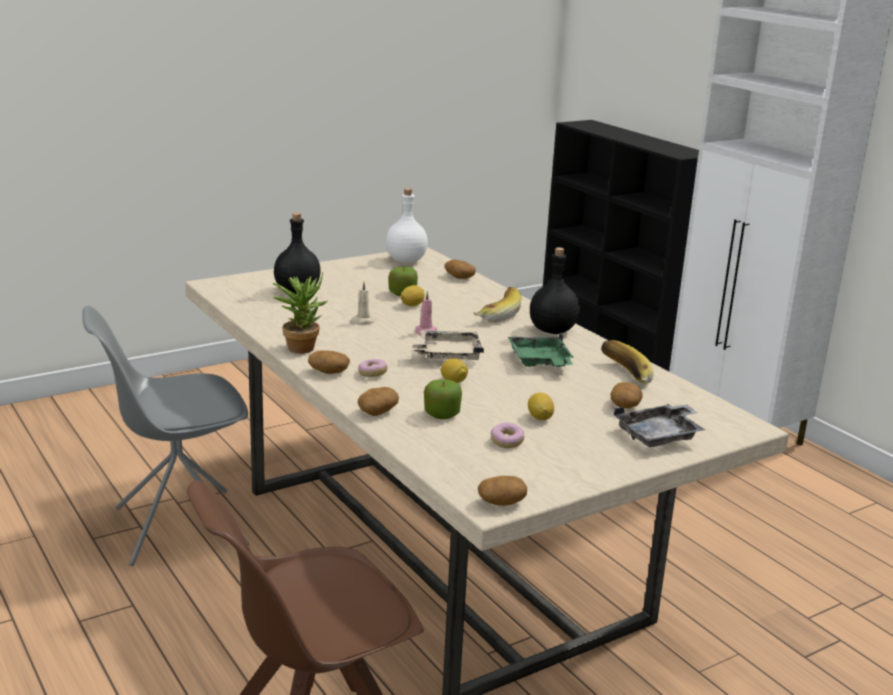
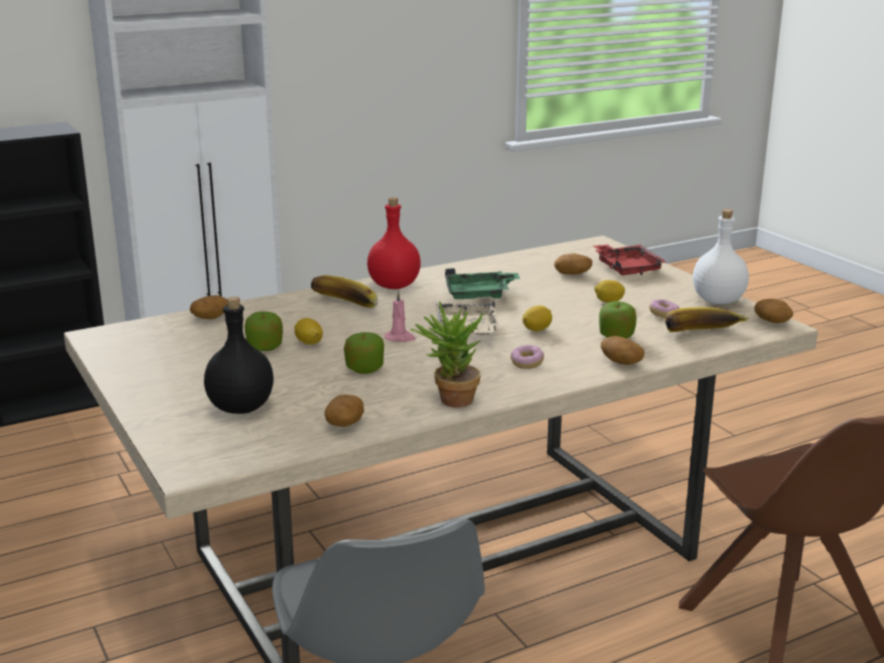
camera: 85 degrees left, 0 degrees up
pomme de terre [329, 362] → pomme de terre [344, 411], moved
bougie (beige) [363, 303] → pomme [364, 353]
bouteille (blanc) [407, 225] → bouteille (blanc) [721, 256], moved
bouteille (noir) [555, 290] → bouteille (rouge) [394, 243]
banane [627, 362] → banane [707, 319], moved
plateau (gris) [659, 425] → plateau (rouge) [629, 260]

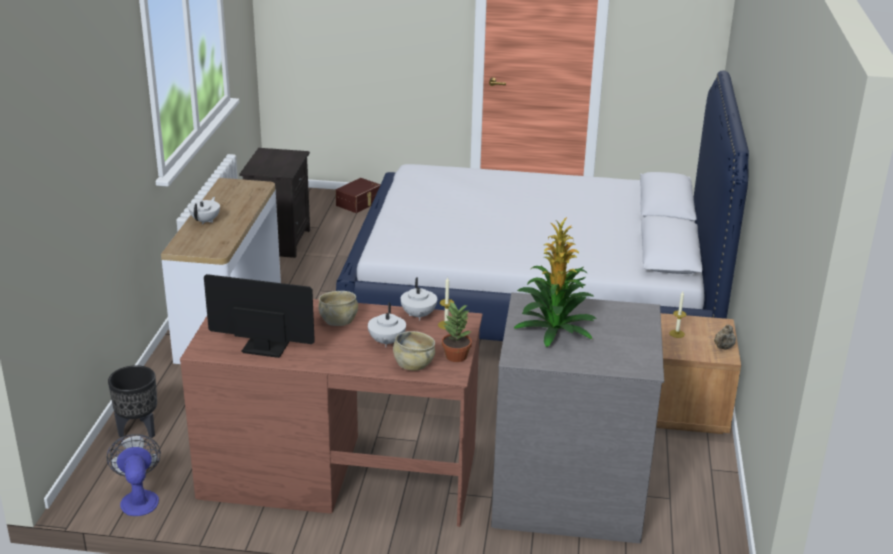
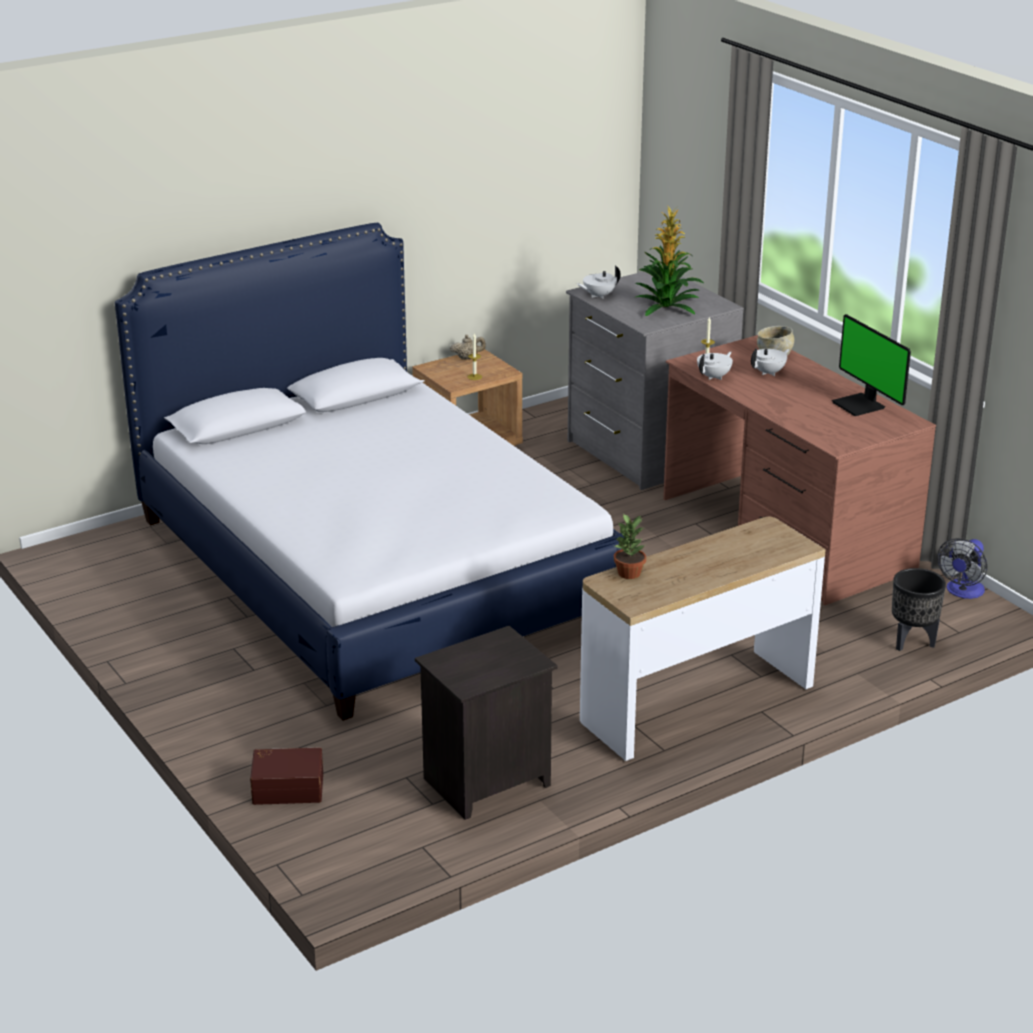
camera: 130 degrees left, 0 degrees up
théière (blanc) [204, 210] → théière (blanc) [599, 282], moved
bol (beige) [338, 308] → -
plante en pot [457, 332] → plante en pot [630, 546], moved

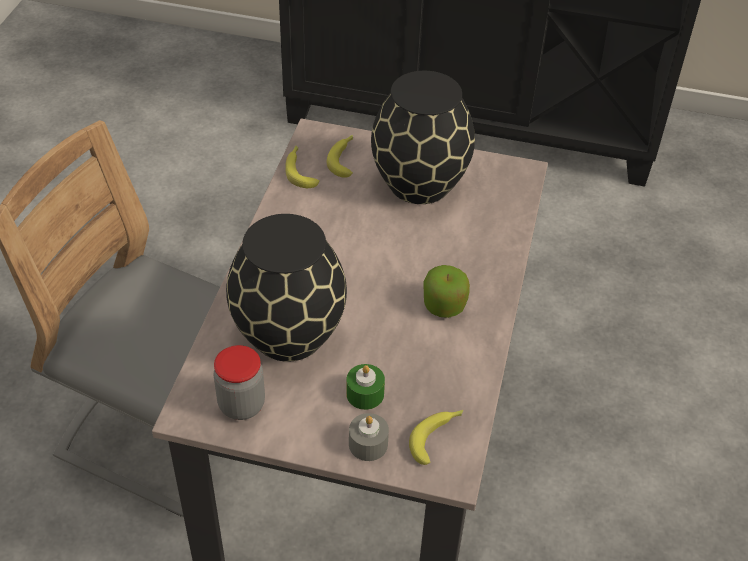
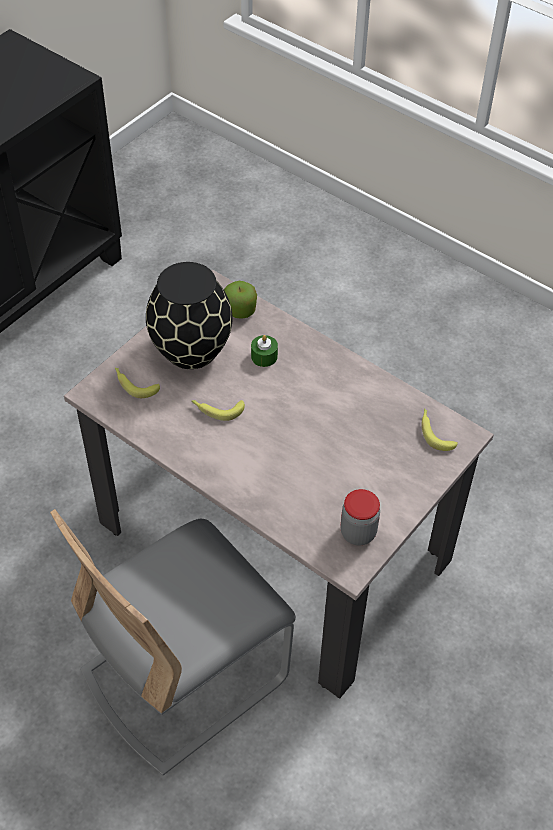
camera: 65 degrees left, 5 degrees up
vase (noir) [286, 288] → -
banane [302, 166] → banane [218, 410], moved
bougie (vert) [365, 387] → bougie (vert) [264, 351], moved
bougie (gris) [369, 437] → -
pomme [447, 291] → pomme [240, 300], moved

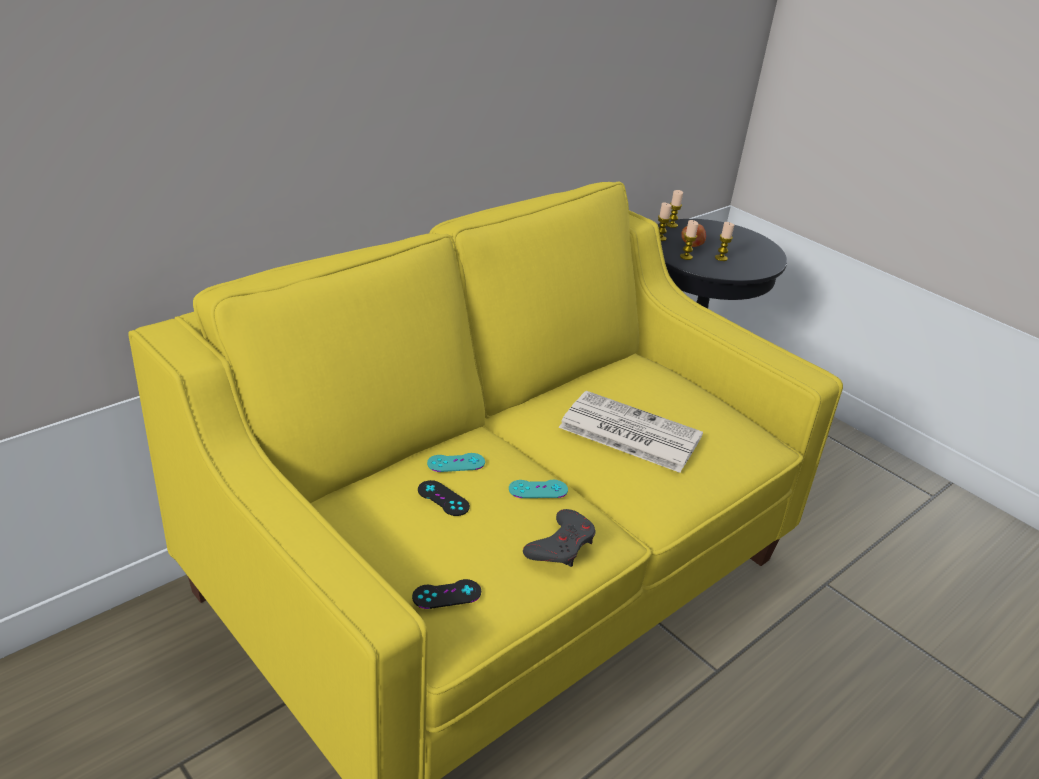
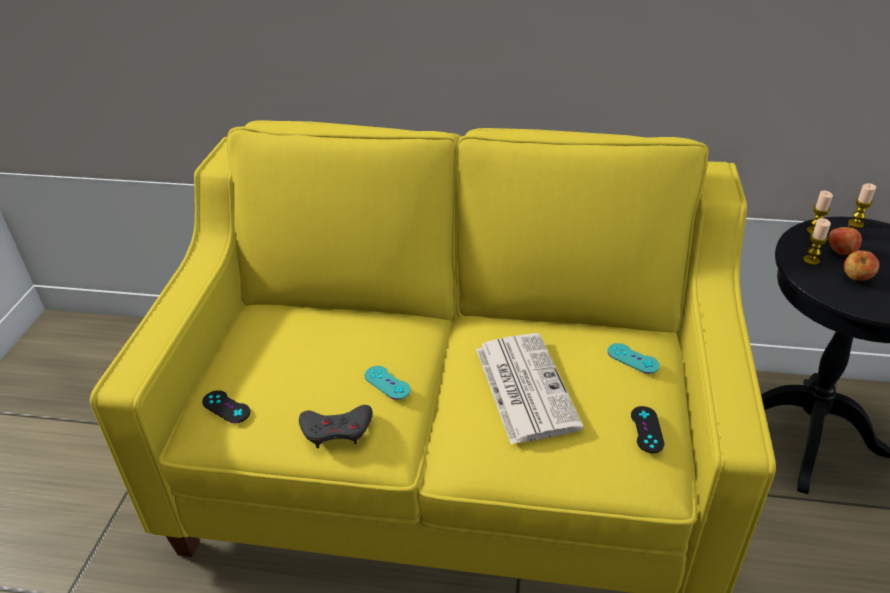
camera: 55 degrees right, 5 degrees up
manette (noir) [444, 498] → manette (noir) [648, 429], moved
manette (turquoise) [456, 462] → manette (turquoise) [633, 358], moved
bougie [724, 241] → pomme [861, 265]

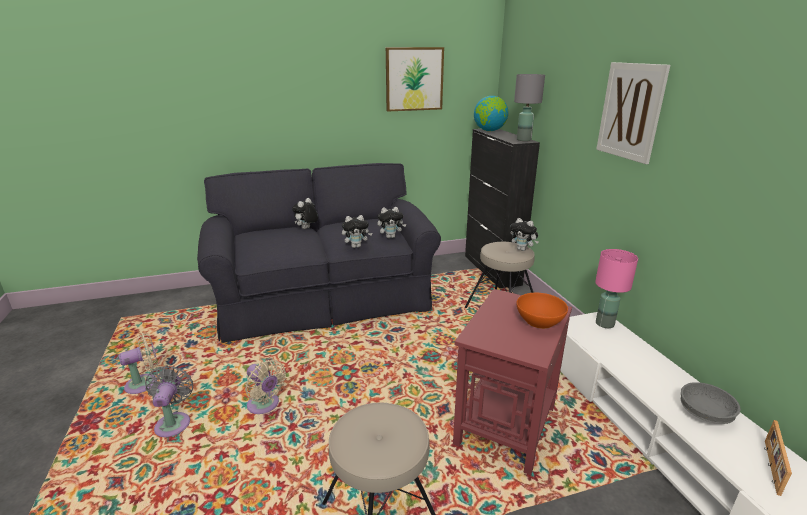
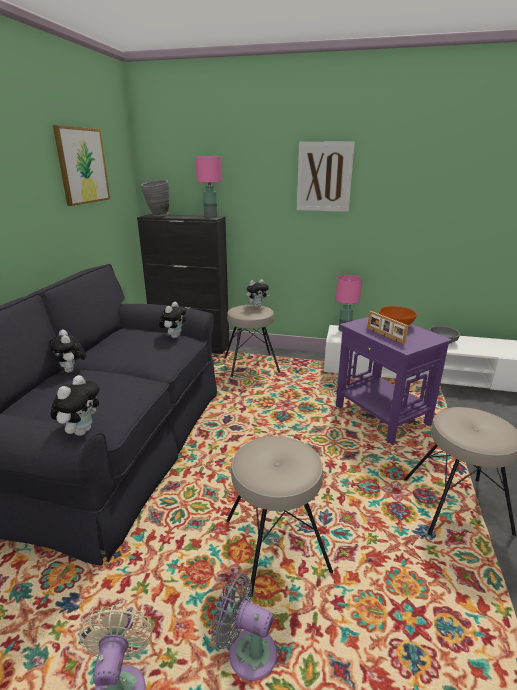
camera: 60 degrees left, 0 degrees up
ventilateur (beige) [265, 387] → tabouret (beige) [279, 516]
peluche [357, 231] → peluche [75, 405], moved
table d'appoint (rouge) [512, 382] → table d'appoint (violet) [394, 380]
globe [491, 113] → vase (gris) [155, 198]
lampe de table (gris) [529, 107] → lampe de table (rose) [208, 187]
cadre photo [778, 458] → cadre photo [387, 327], moved

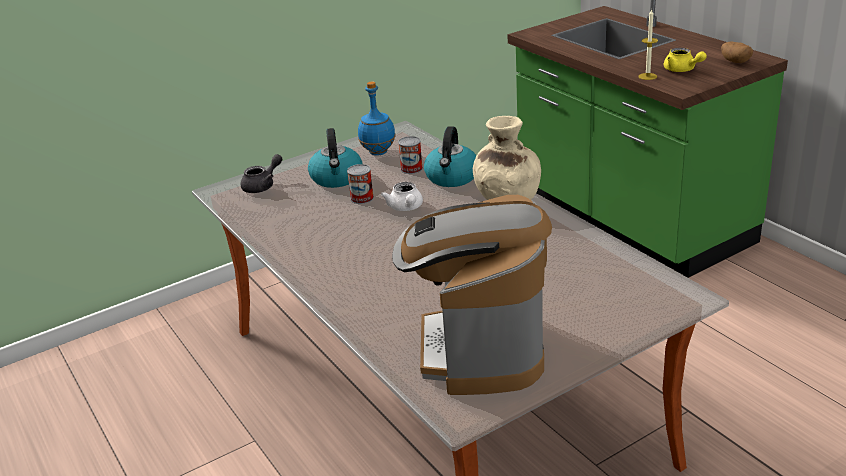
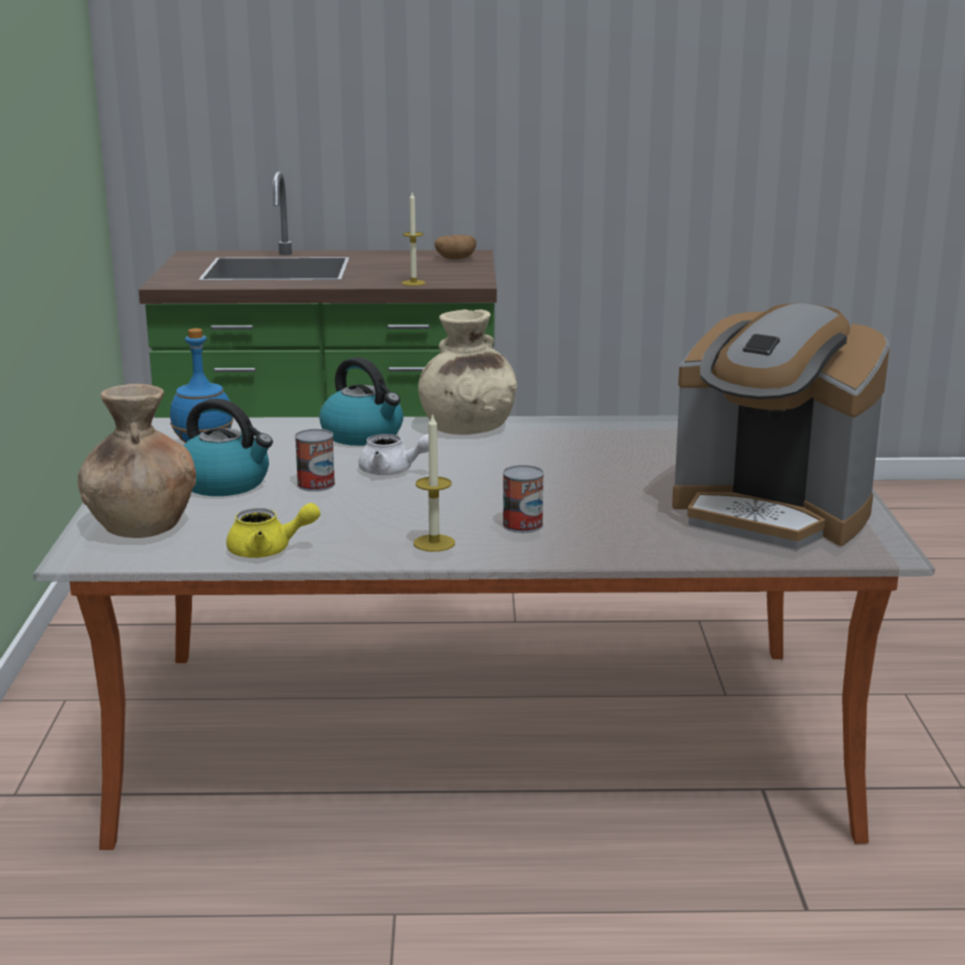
camera: 60 degrees left, 10 degrees down
théière (gris) [261, 173] → vase (marron) [137, 461]
boîte métallique [410, 155] → boîte métallique [523, 499], moved
théière (jaune) [685, 60] → théière (jaune) [273, 530], moved
- → bougie [434, 482]

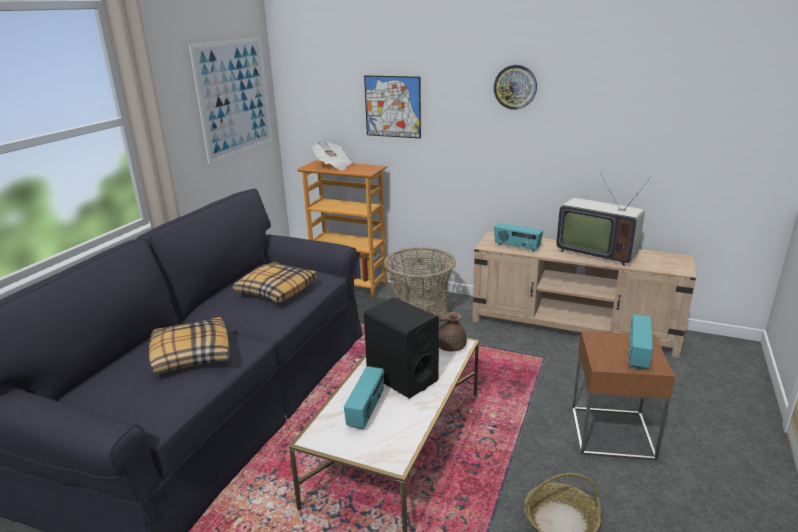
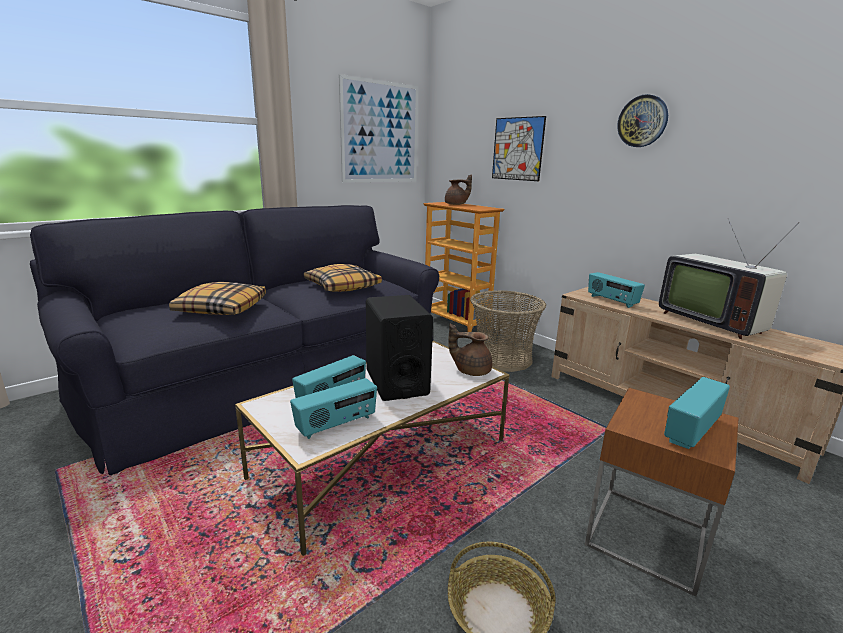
camera: 25 degrees right, 5 degrees down
journal [332, 155] → théière (marron) [458, 190]
- → radio [333, 408]

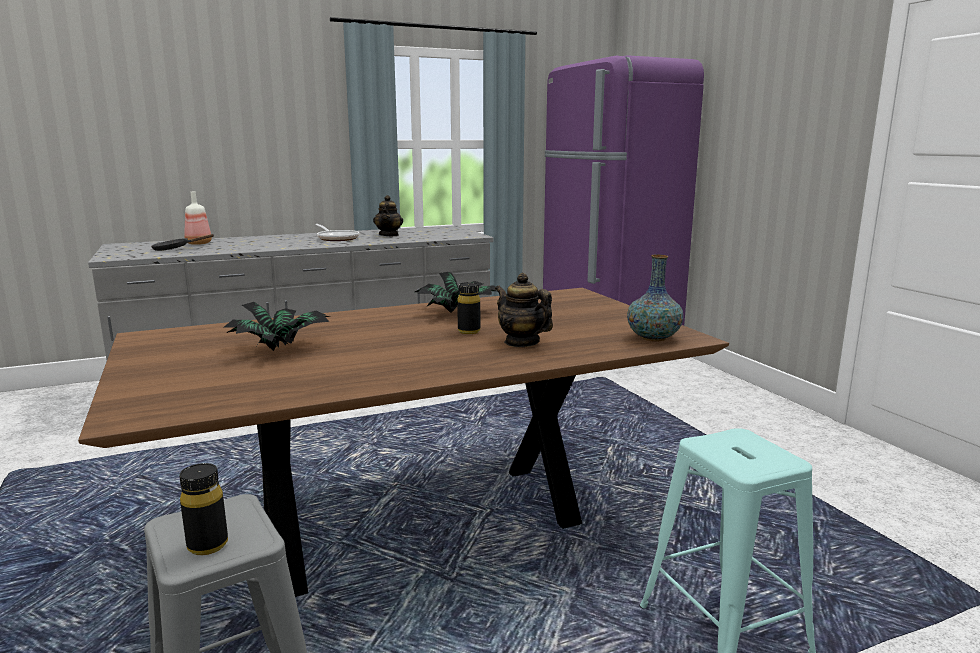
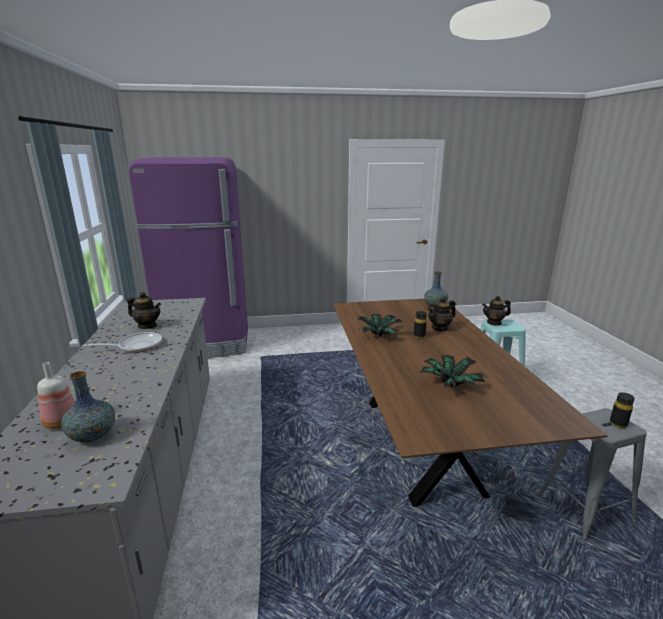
camera: 75 degrees left, 5 degrees up
poêle (noir) [183, 242] → vase [88, 406]
- → théière [496, 311]

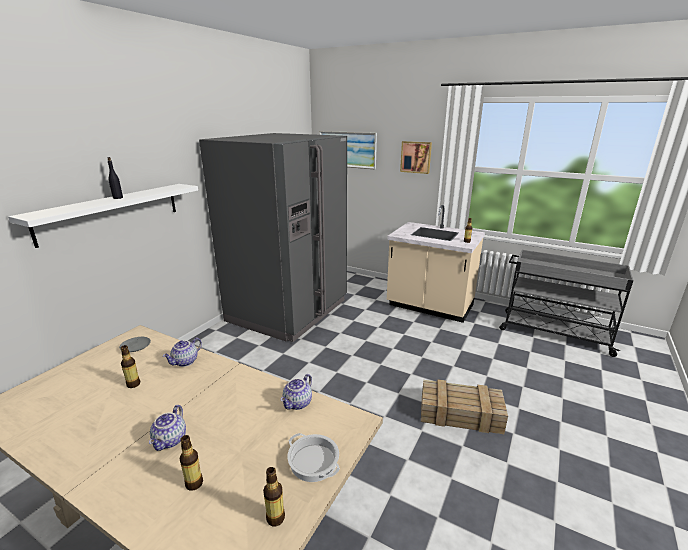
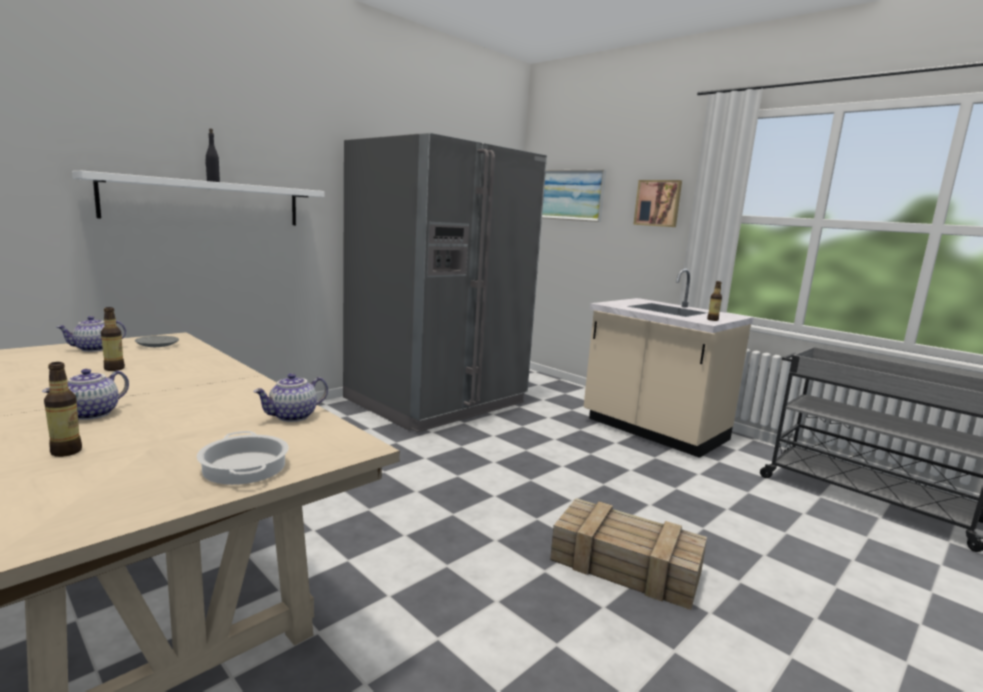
camera: 15 degrees right, 10 degrees down
théière [182, 352] → théière [91, 334], moved
bouteille [274, 496] → -

